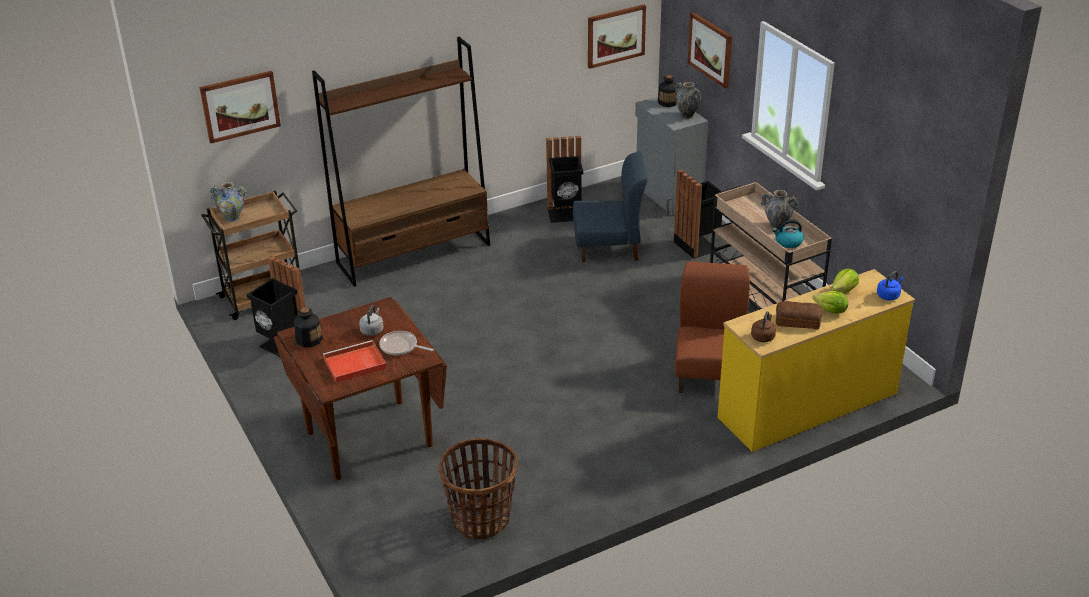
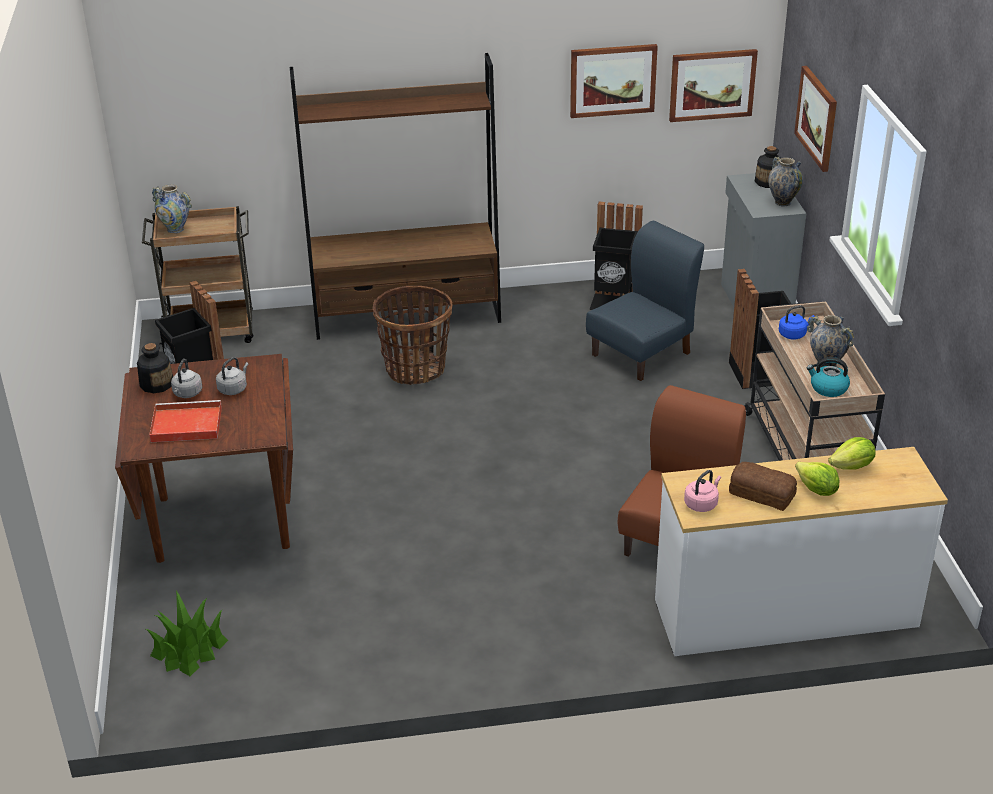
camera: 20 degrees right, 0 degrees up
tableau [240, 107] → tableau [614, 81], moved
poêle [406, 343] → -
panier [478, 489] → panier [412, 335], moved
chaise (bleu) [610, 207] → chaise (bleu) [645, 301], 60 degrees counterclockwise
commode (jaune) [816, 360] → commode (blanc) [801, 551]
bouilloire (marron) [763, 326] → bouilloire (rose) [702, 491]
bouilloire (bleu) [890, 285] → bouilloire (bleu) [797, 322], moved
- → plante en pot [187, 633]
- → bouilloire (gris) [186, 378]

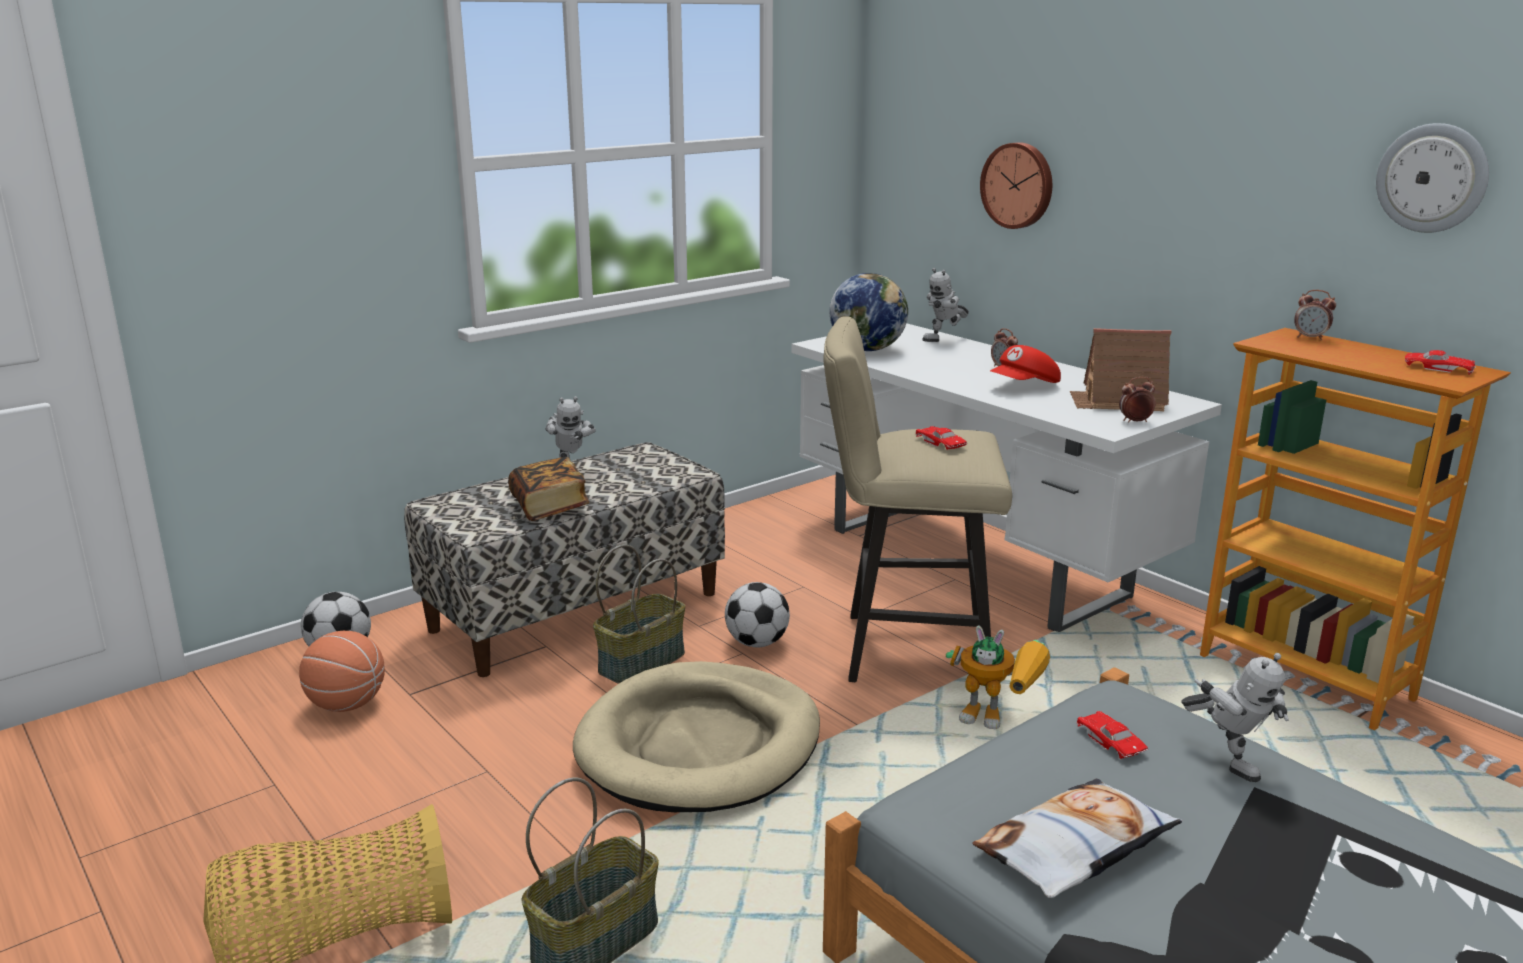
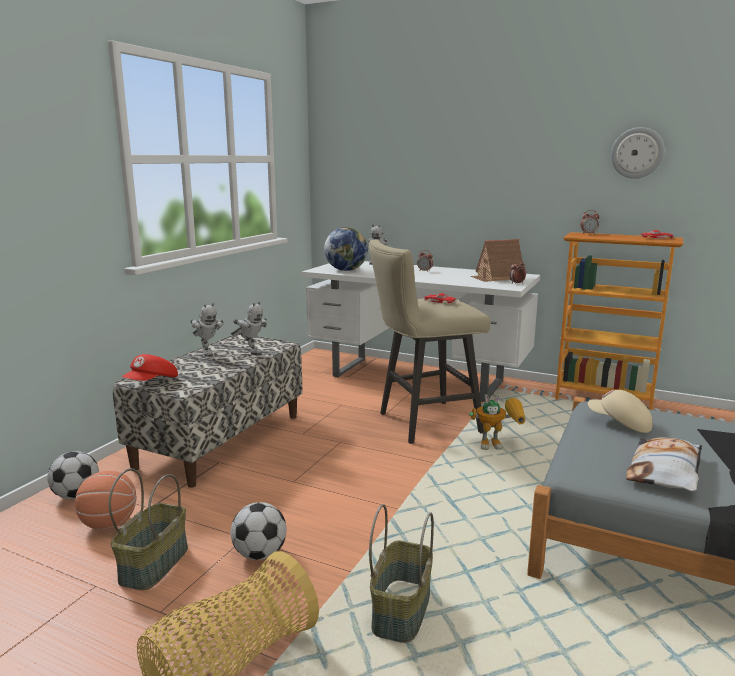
camera: 25 degrees left, 5 degrees down
livre [548, 489] → -
panier pour chien (beige) [696, 736] → -
panier [639, 614] → panier [148, 529], moved
ballon de foot [757, 614] → ballon de foot [259, 531], moved
horloge murale [1016, 185] → -
casquette (rouge) [1025, 364] → casquette (rouge) [150, 367], moved
petite voiture (rouge) [1112, 735] → casquette (beige) [620, 411]
robot jouet [1235, 717] → robot jouet [249, 328], moved

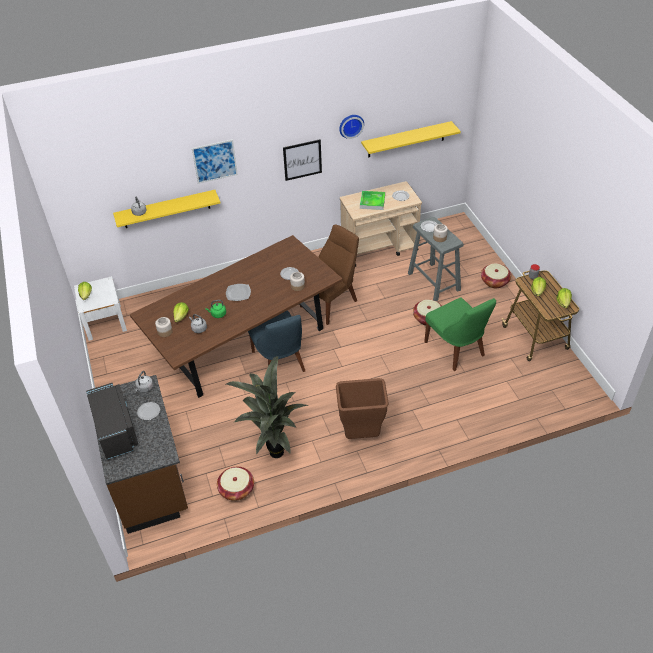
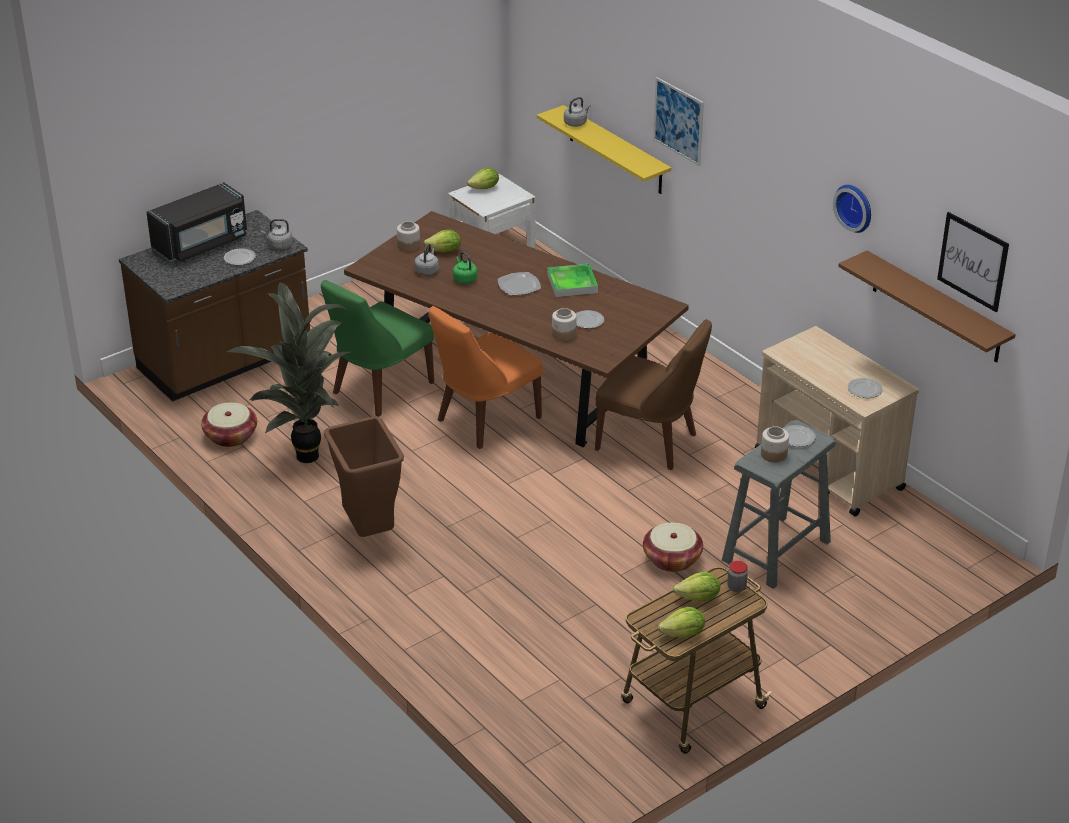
camera: 70 degrees right, 10 degrees down
chaise (bleu) [276, 341] → chaise (orange) [486, 377]
tableau [302, 160] → tableau [973, 262], moved
plateau [372, 200] → plateau [572, 280], moved
étagère (jaune) [411, 139] → étagère (marron) [927, 307]
chaise (vert) [460, 334] → chaise (vert) [377, 348], moved
panier [496, 276] → -

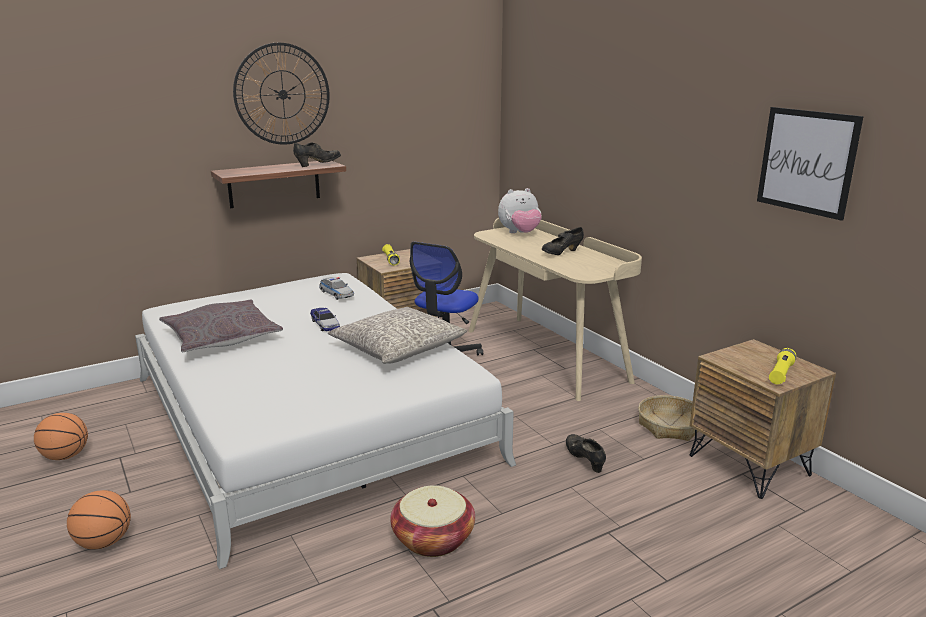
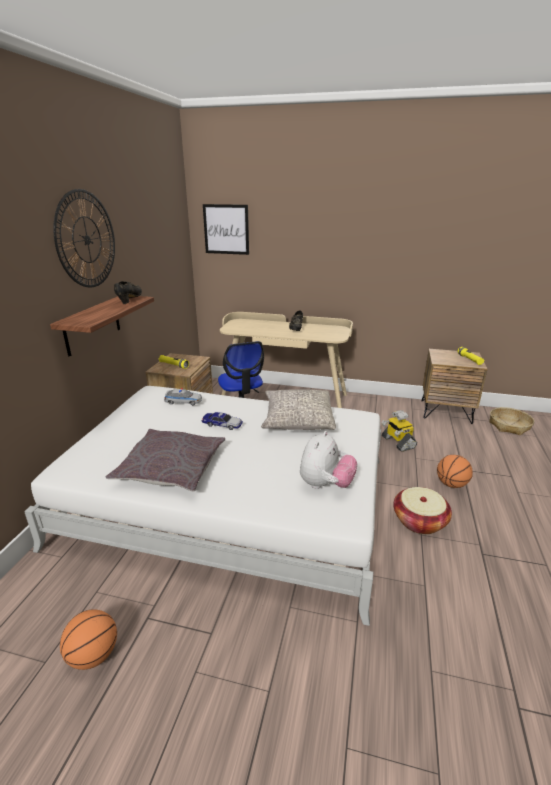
camera: 45 degrees left, 5 degrees up
ballon de basket [99, 520] → ballon de basket [455, 471], moved
peluche [520, 210] → peluche [328, 460], moved
chaussure (noir) [586, 453] → robot jouet [399, 431]
panier [668, 418] → panier [511, 421], moved
tableau [810, 164] → tableau [226, 229], moved

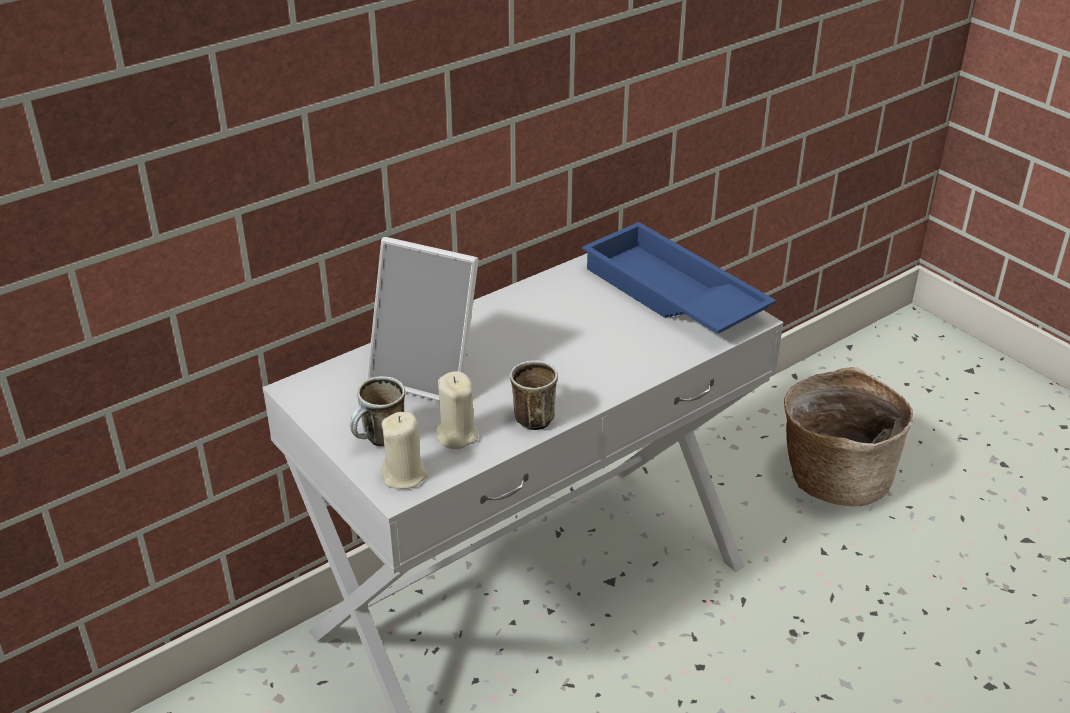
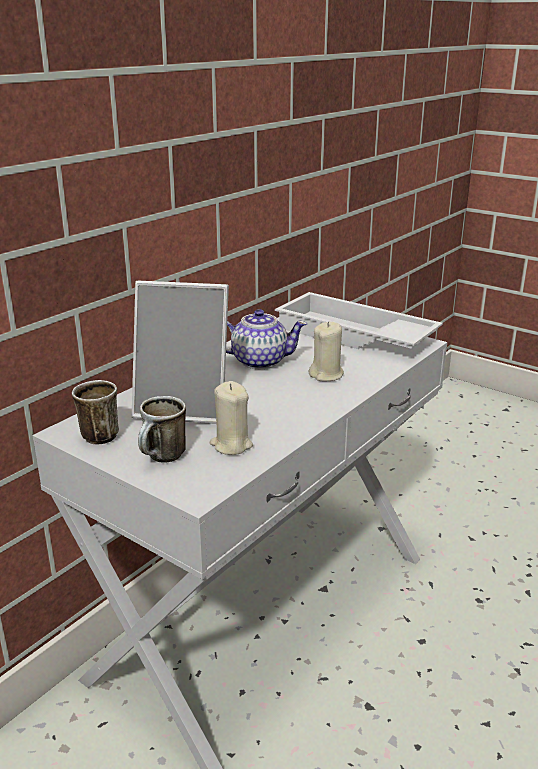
camera: 15 degrees left, 10 degrees down
bougie (beige) [404, 450] → bougie (beige) [326, 351], moved
mug [534, 395] → mug [95, 412], moved
plateau (bleu) [679, 278] → plateau (blanc) [359, 320]
panier [848, 436] → -
- → théière [266, 339]

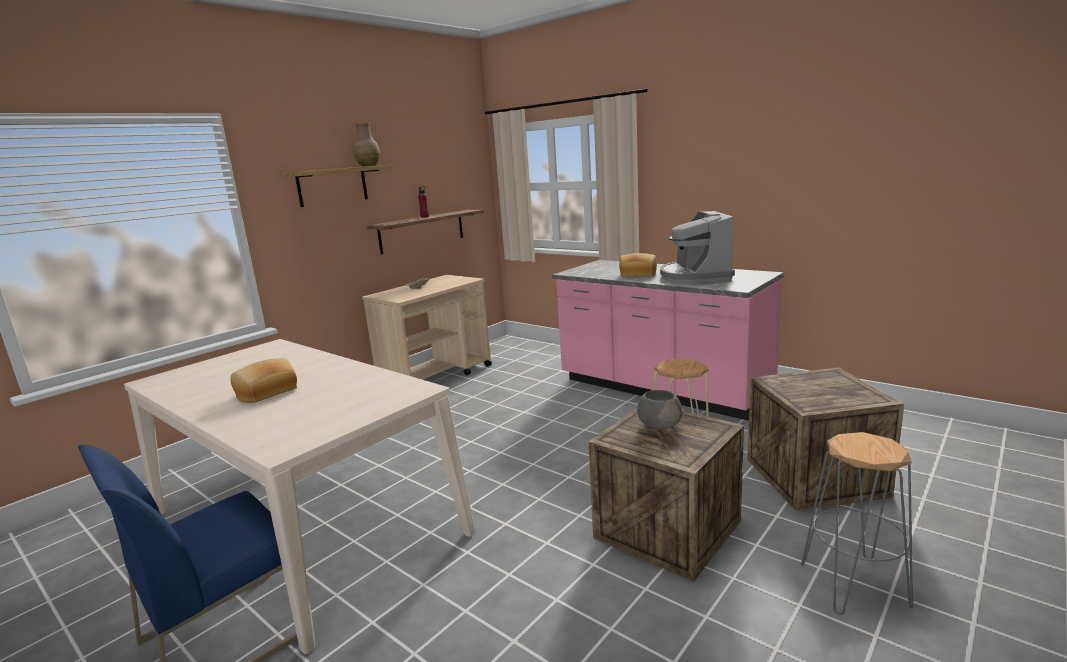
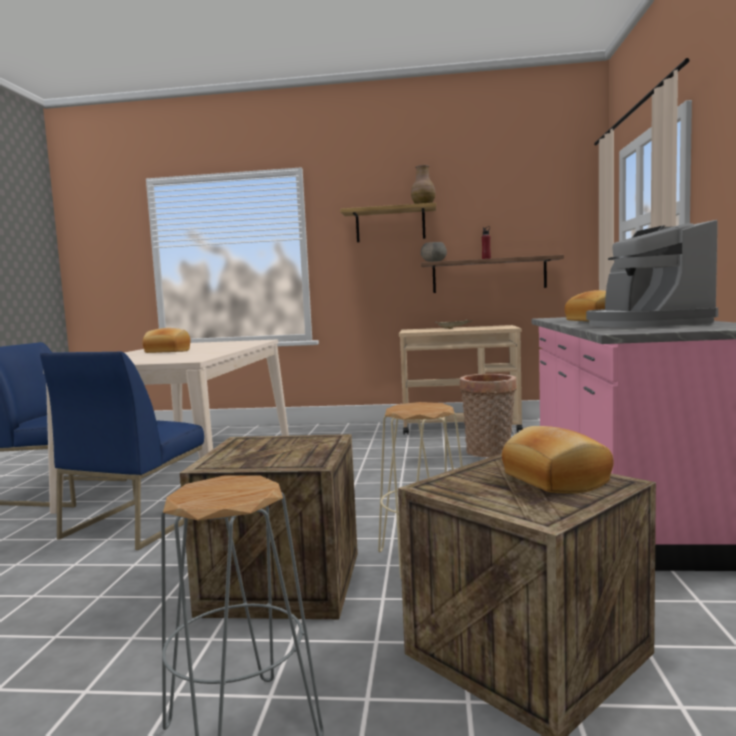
camera: 55 degrees right, 10 degrees down
bol (gris) [660, 409] → bol (gris) [434, 252], moved
machine à café [697, 247] → machine à café [652, 273], 60 degrees counterclockwise
- → chaise (bleu) [122, 450]
- → panier [488, 415]
- → pain [558, 460]

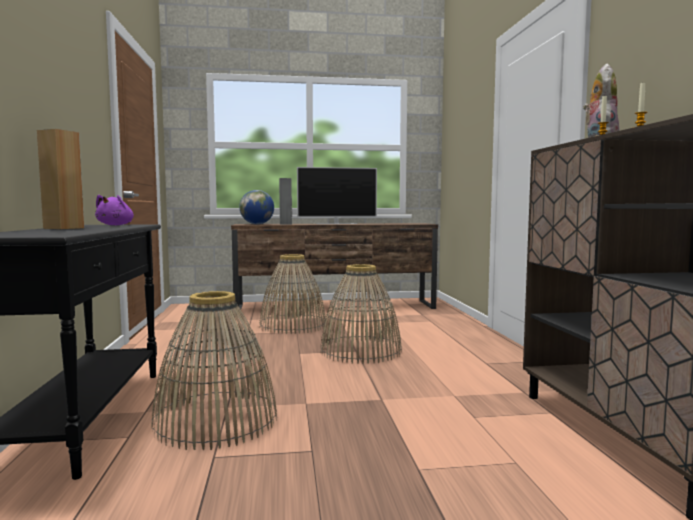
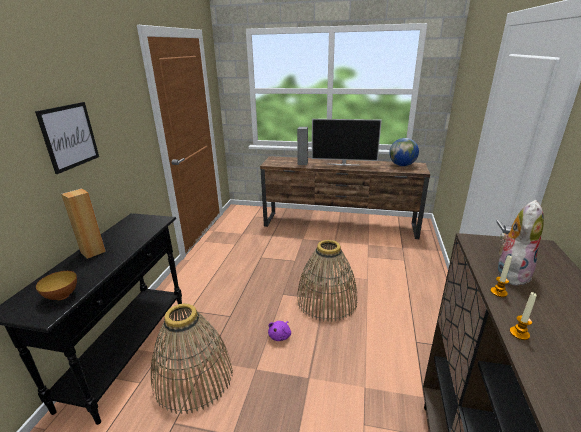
camera: 20 degrees right, 20 degrees up
peluche (violet) [114, 210] → peluche (violet) [279, 331], moved
globe [257, 207] → globe [404, 152], moved
panier [292, 294] → -
- → tableau [67, 138]
- → bol [56, 285]

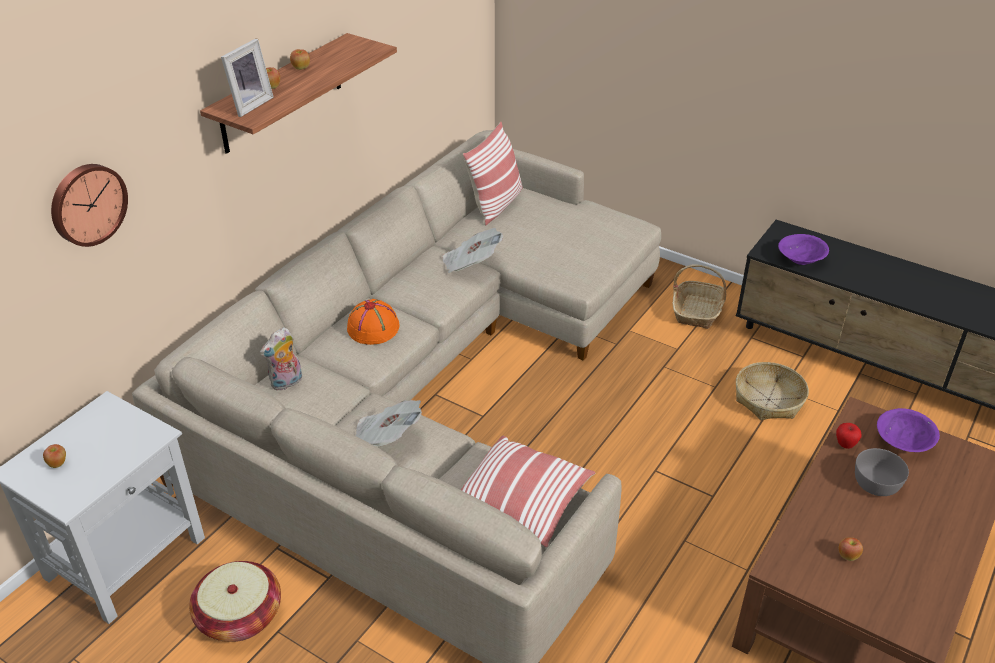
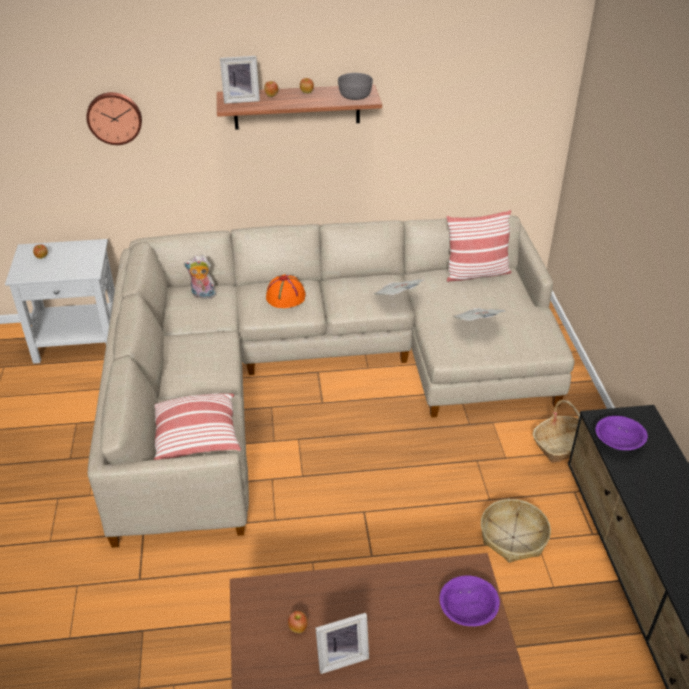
camera: 50 degrees right, 0 degrees up
panier [235, 601] → -
journal [389, 423] → journal [480, 314], moved
pomme [849, 436] → -
bol (gris) [882, 472] → bol (gris) [355, 86], moved
- → cadre photo [342, 643]

